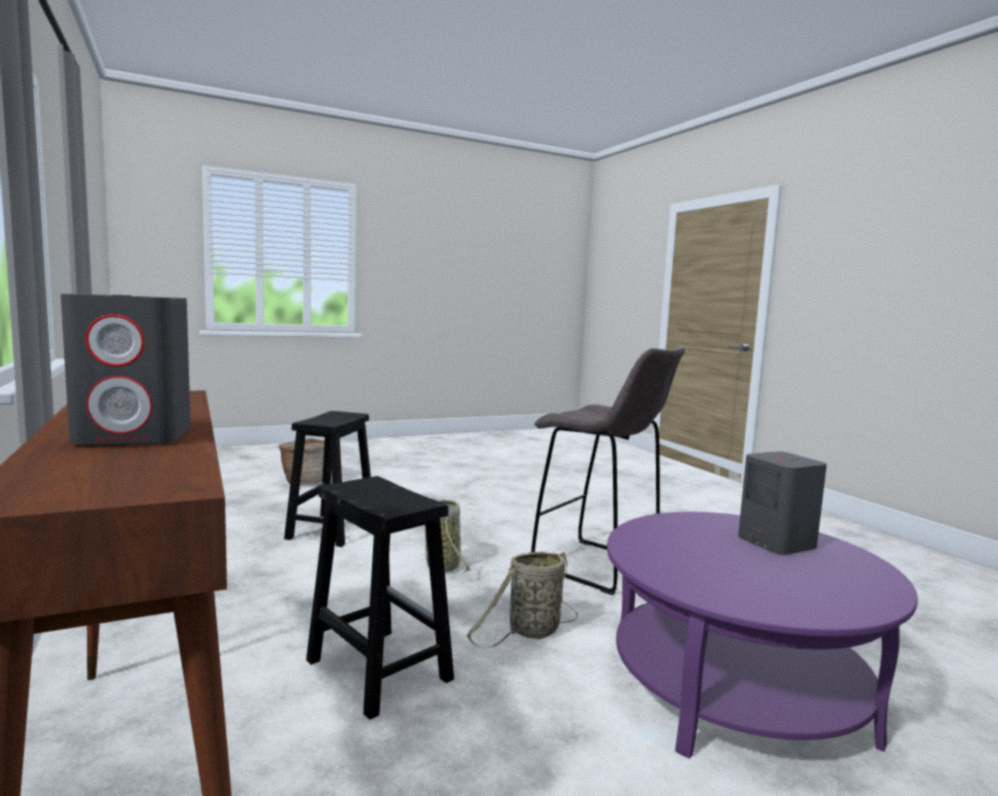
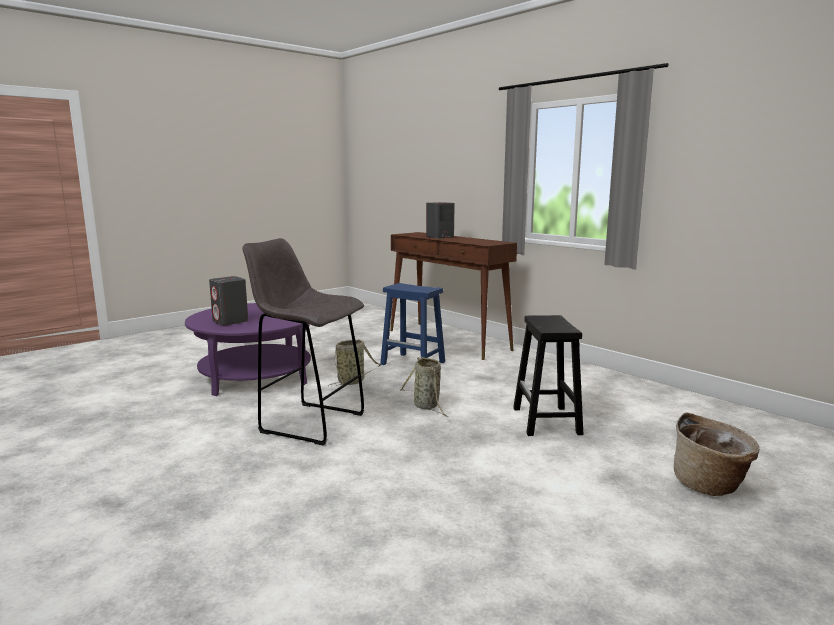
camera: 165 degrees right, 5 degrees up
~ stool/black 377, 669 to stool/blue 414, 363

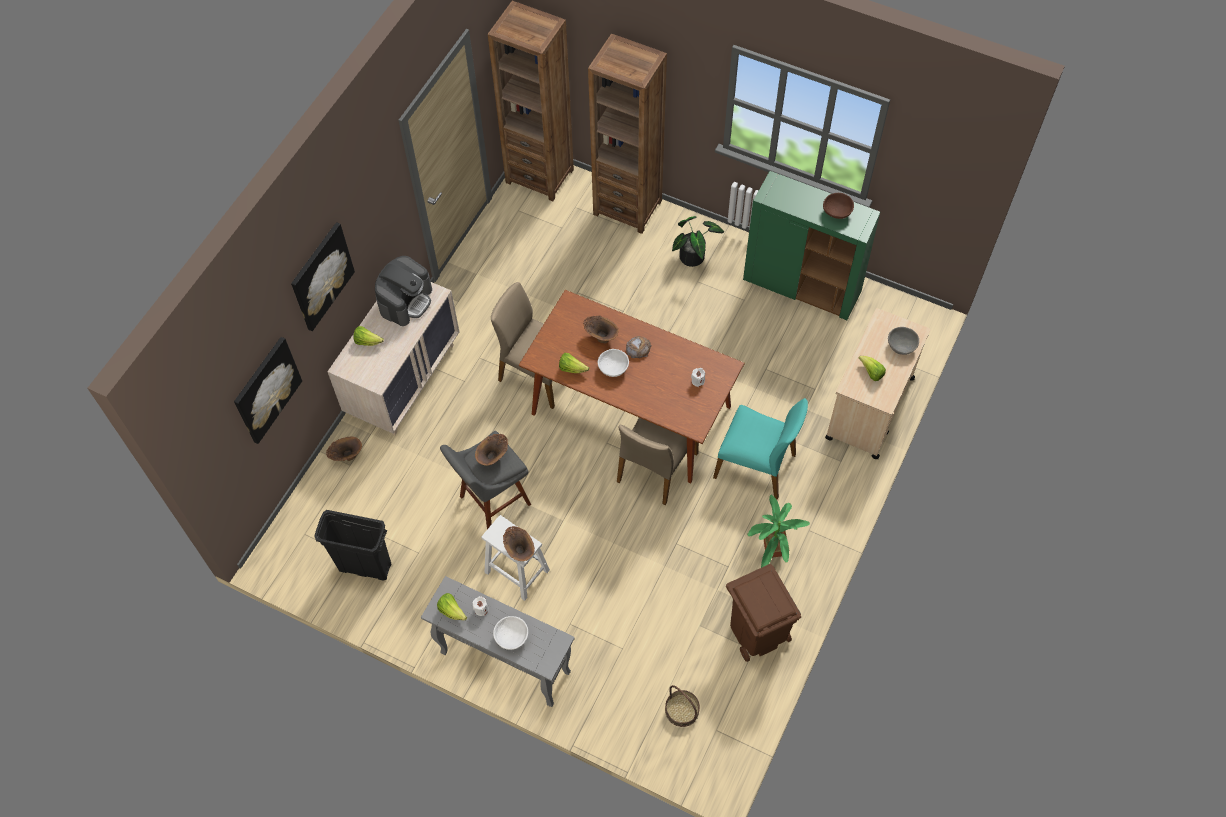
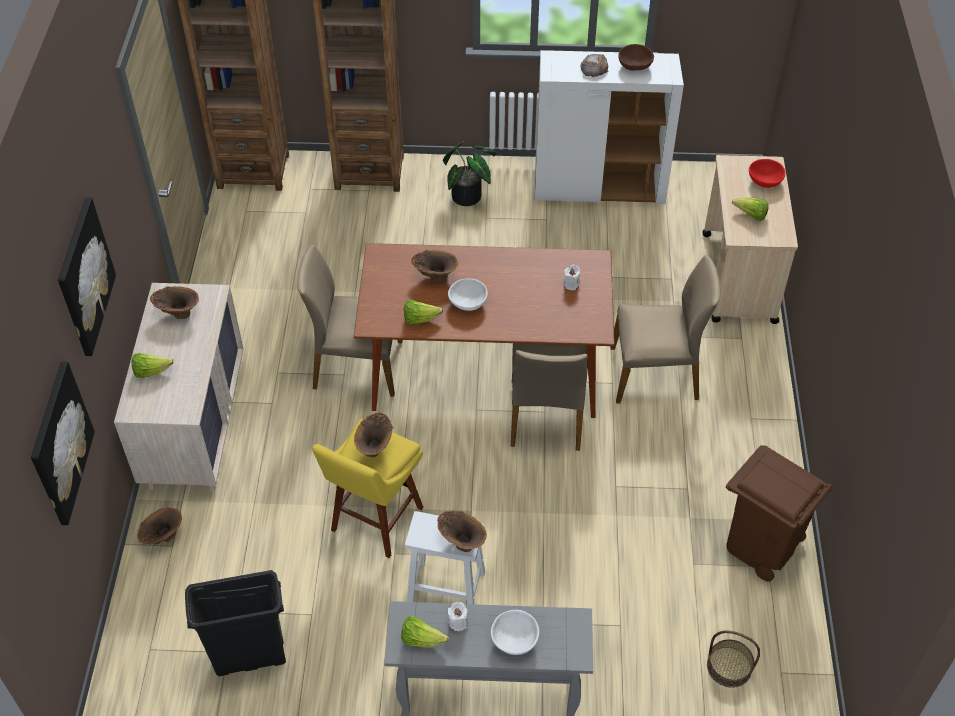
camera: 25 degrees left, 10 degrees down
~ coffee machine 406, 300 to vase/brown 178, 313
~ stool/grey 492, 502 to stool/yellow 374, 522
~ bread 638, 348 to 594, 68
~ chair/turquoise 756, 465 to chair/beige 655, 374
~ cabinet/green 802, 286 to cabinet/white 599, 188
- potted plant 771, 555
~ bowl/grey 901, 346 to bowl/red 765, 181

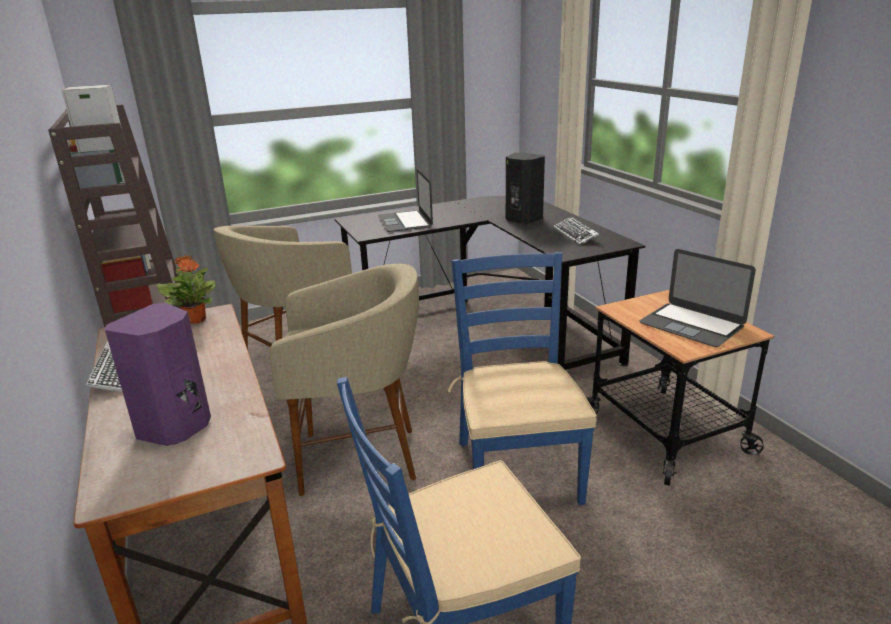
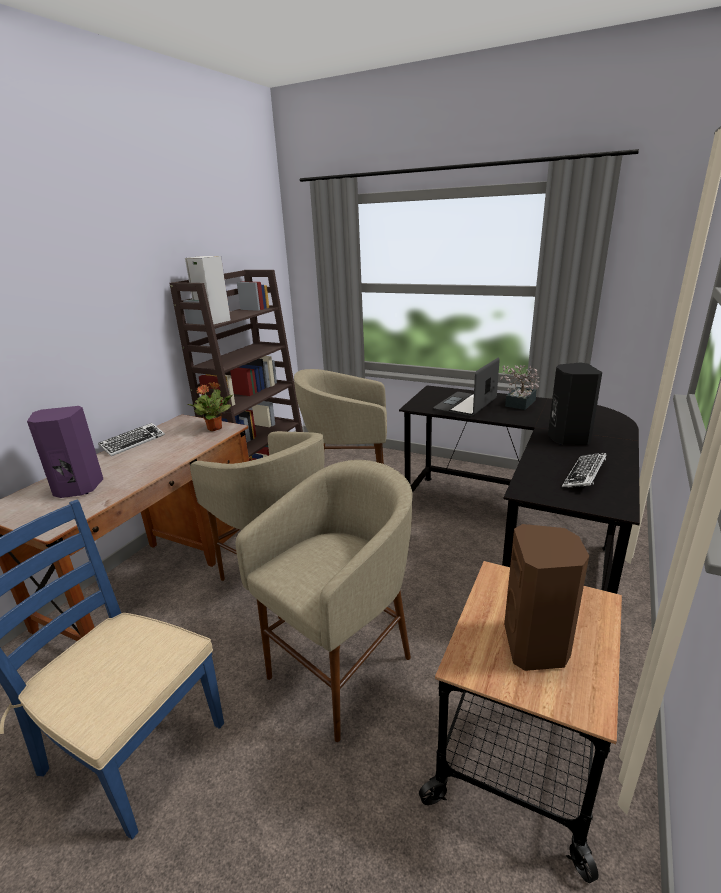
camera: 50 degrees right, 0 degrees up
~ chair/blue 517, 470 to stool/beige 343, 669
~ laptop 691, 324 to speaker/brown 537, 646
+ potted plant 518, 404

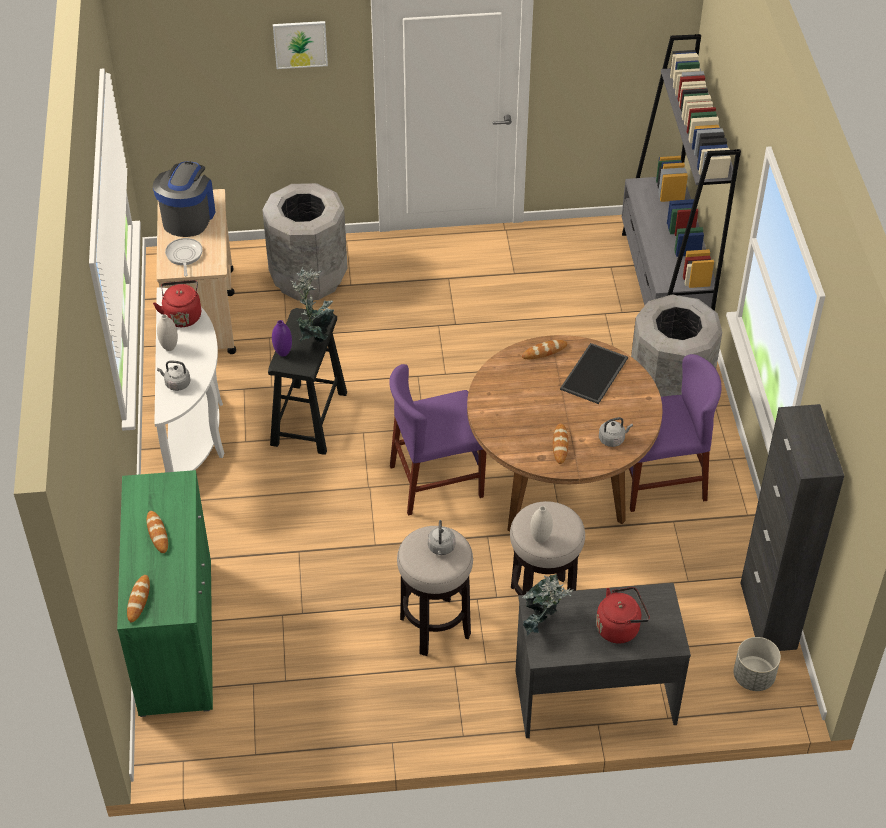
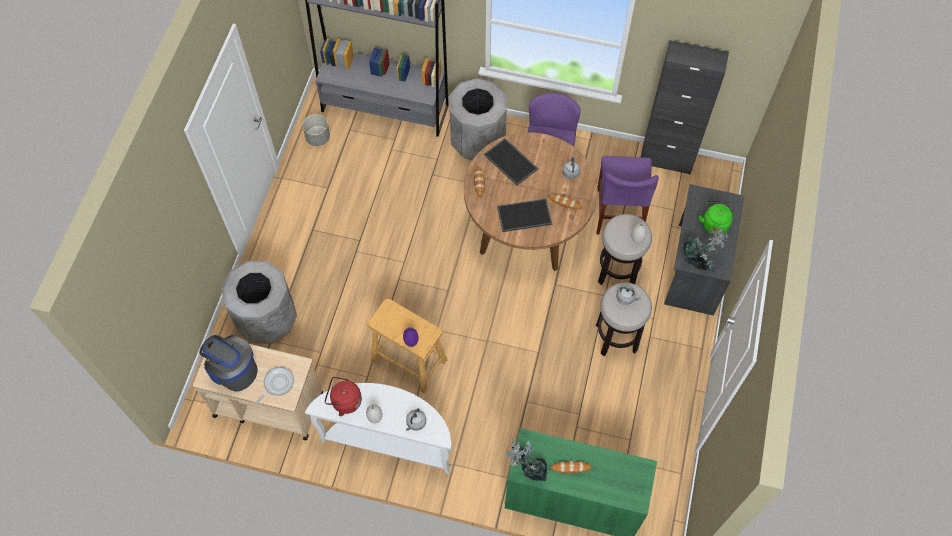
camera: 70 degrees left, 15 degrees up
- bread 138, 600
~ frying pan 184, 256 = 277, 384 120 degrees clockwise
~ stool/black 309, 418 to stool/beige 409, 360
- picture 300, 44
~ potted plant 315, 336 to 525, 468
~ chair/purple 436, 481 to 619, 212
~ kettle/red 620, 627 to kettle/green 714, 223
~ planter/grey 753, 676 to 318, 137
+ tray 524, 216

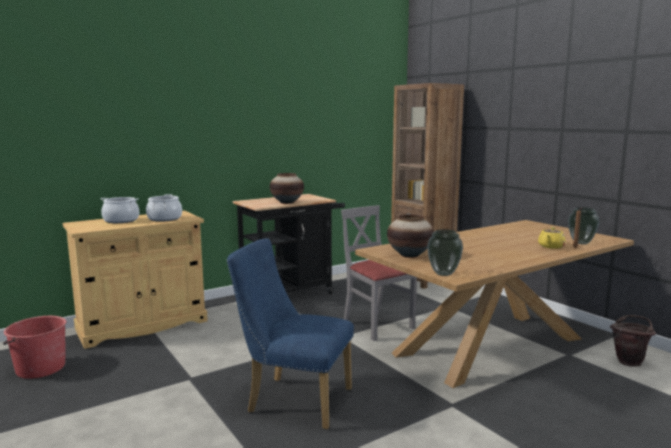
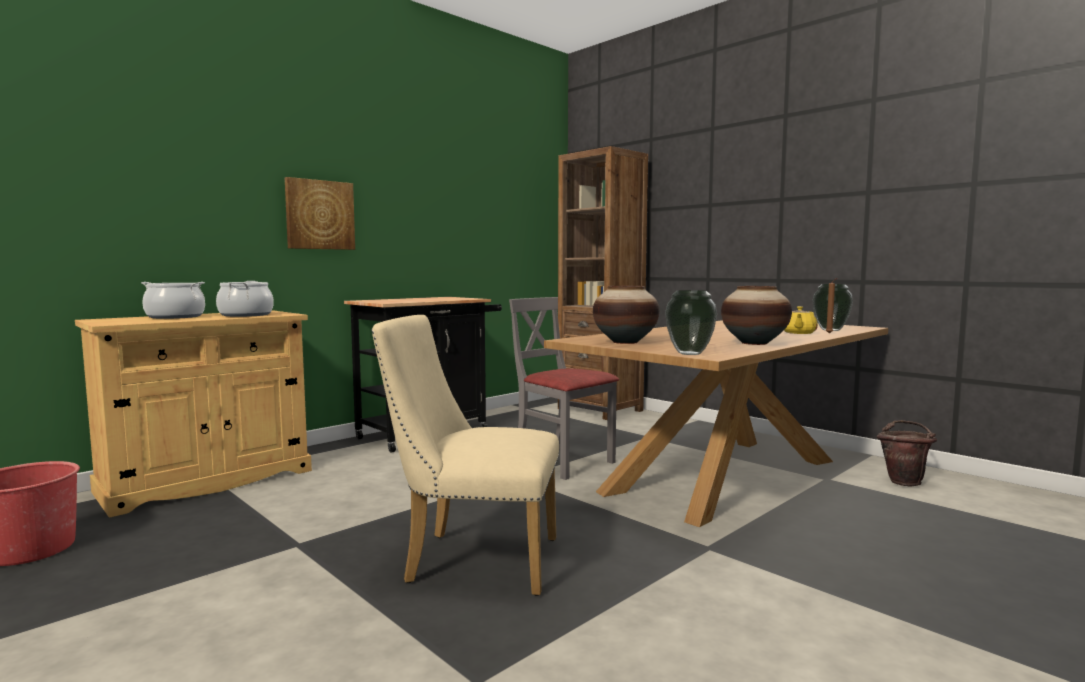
camera: 10 degrees left, 5 degrees down
~ chair/blue 293, 399 to chair/beige 471, 560
~ vase 287, 202 to 754, 343
+ picture 319, 215

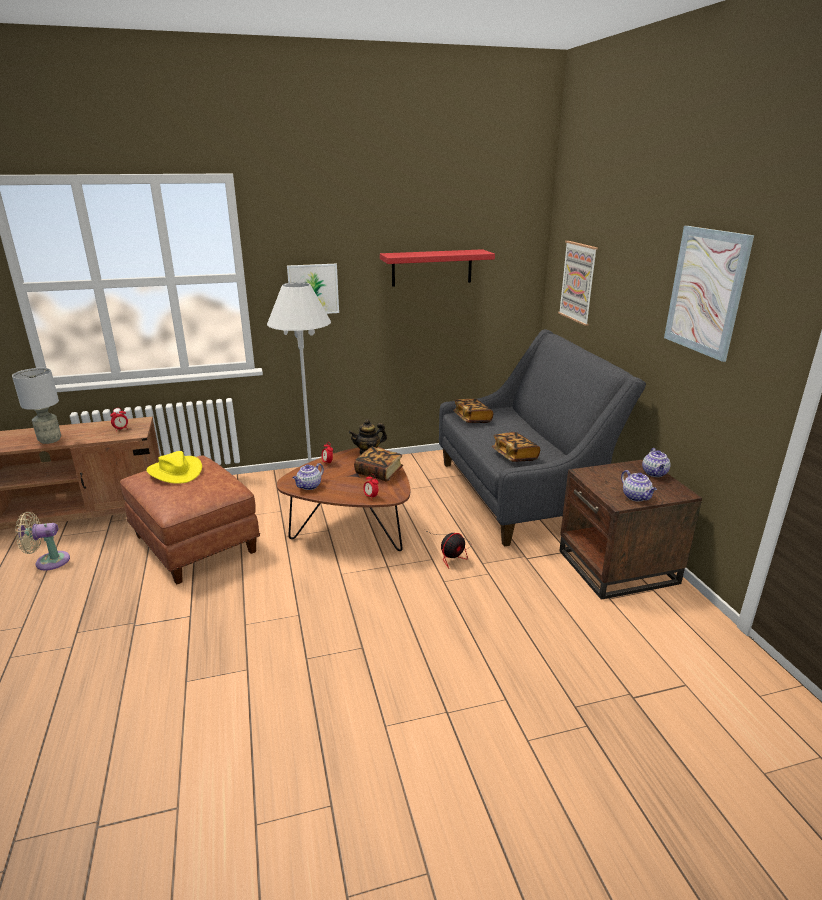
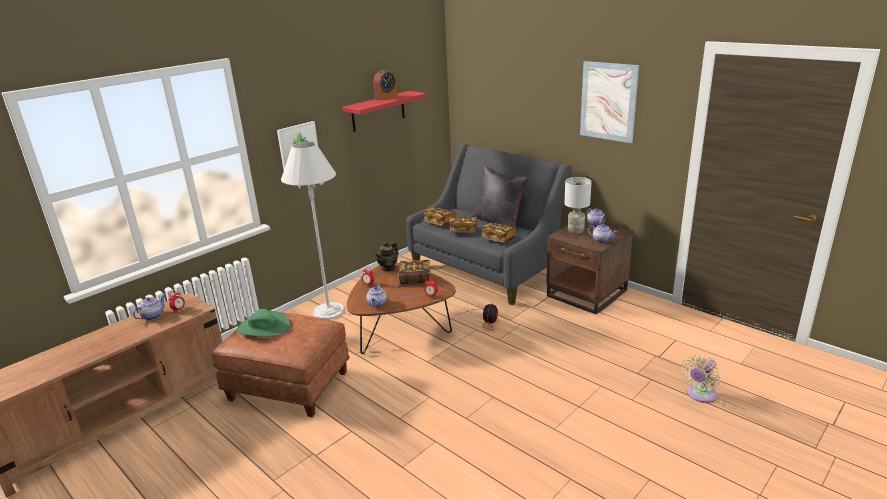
camera: 30 degrees left, 0 degrees up
~ table lamp/grey 50, 440 to 576, 231
~ fan/beige 49, 561 to 700, 395
~ hat/yellow 175, 471 to hat/green 263, 327
- picture 578, 282
+ teapot 153, 316
+ alarm clock 386, 97
+ book 463, 231
+ pillow/black 499, 222

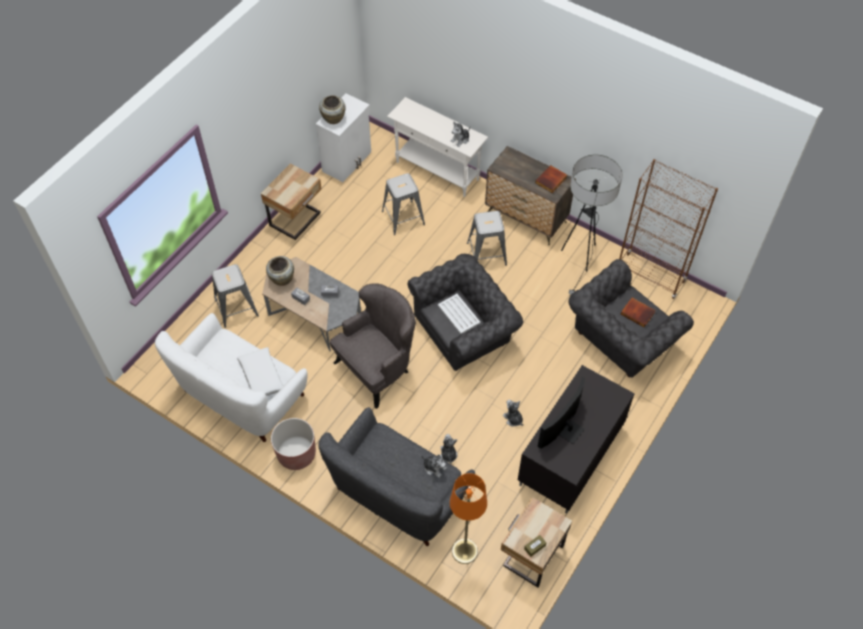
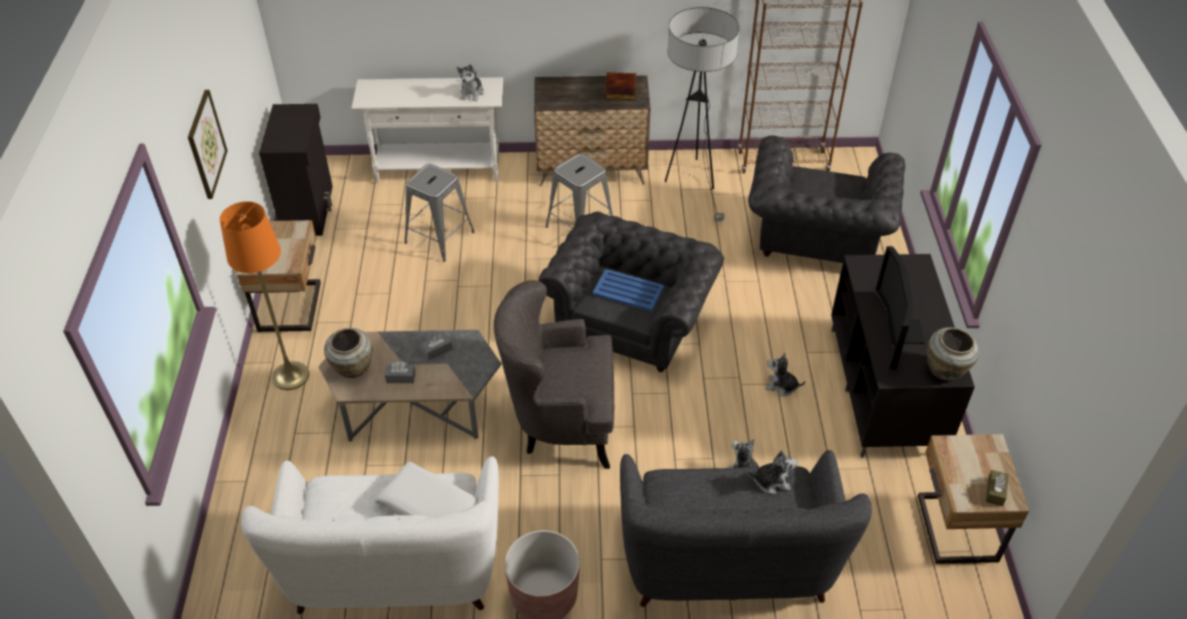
camera: 35 degrees left, 10 degrees down
- stool/grey 237, 308
~ cabinet/white 347, 161 to cabinet/black 309, 210
~ vase/beige 333, 119 to 945, 371
~ armchair/grey 378, 368 = 561, 423 105 degrees counterclockwise
~ tray/white 458, 313 to tray/blue 627, 290
~ floor lamp/orange 464, 551 to 290, 376
- book 638, 313
+ picture 206, 144

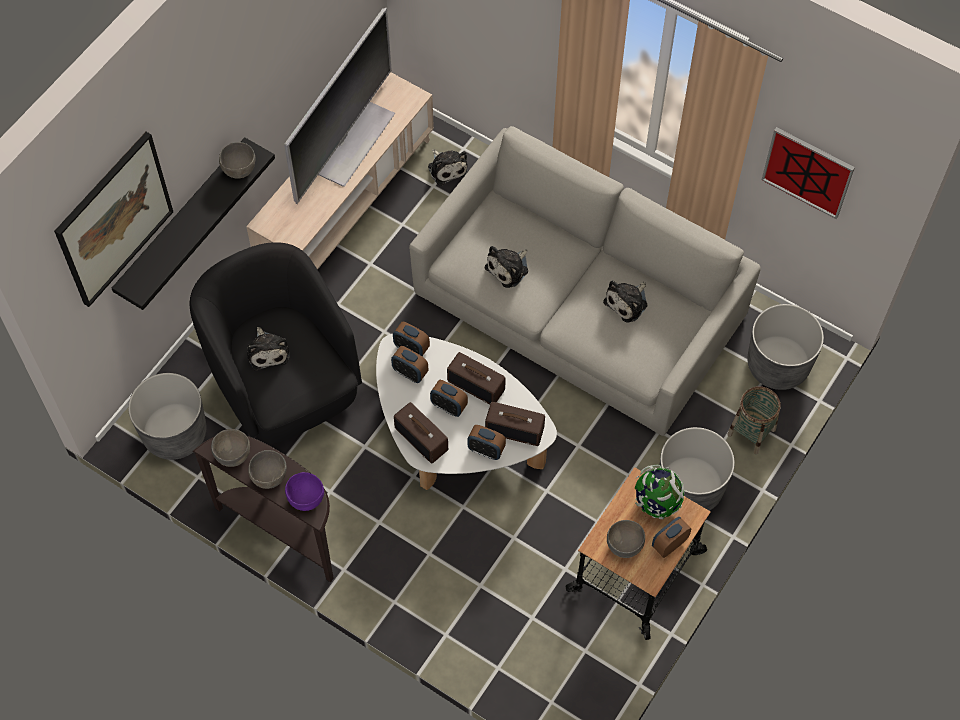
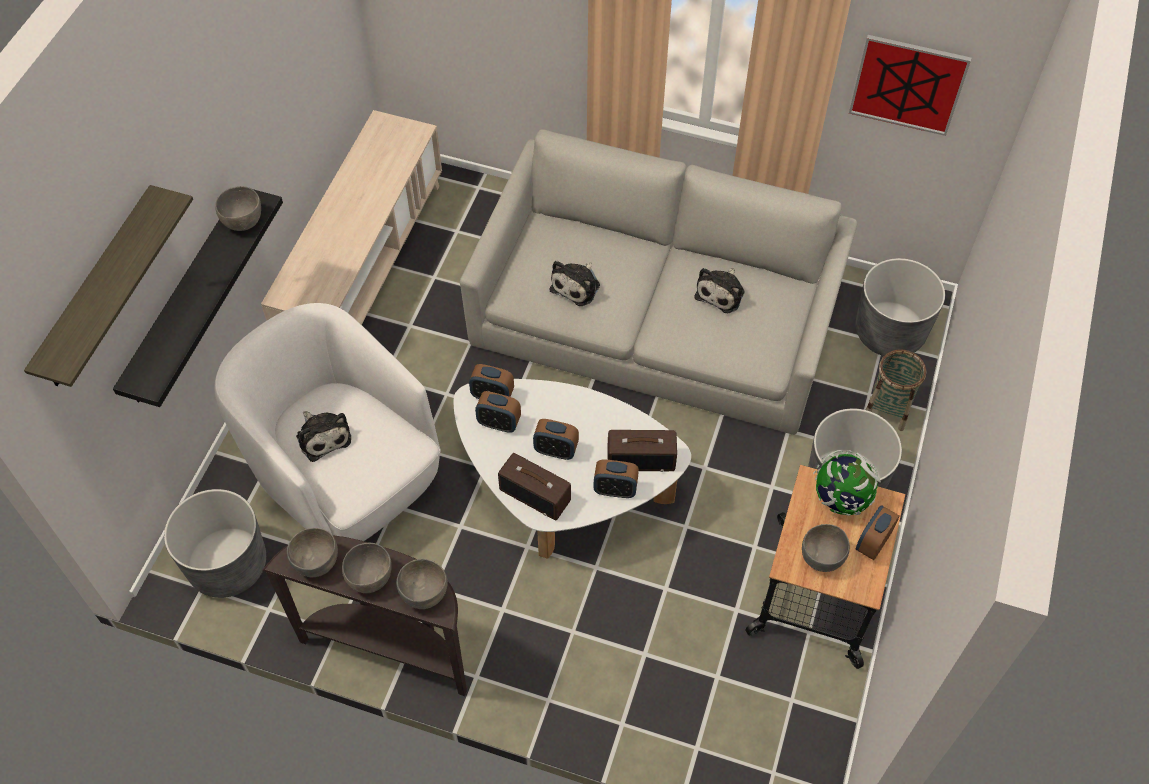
camera: 15 degrees left, 5 degrees down
~ picture 114, 219 to shelf 98, 290
~ armchair/black 285, 381 to armchair/white 346, 474
- television 354, 143
~ bowl/purple 306, 499 to bowl/grey 425, 594
- plush toy 447, 168
- radio 477, 385

